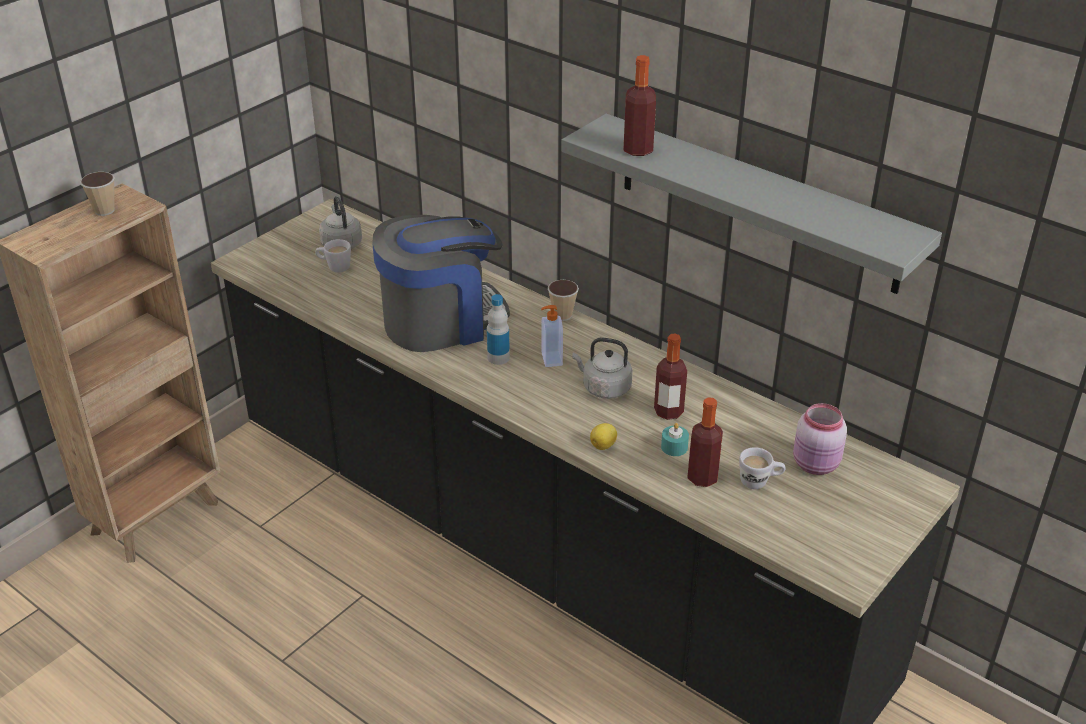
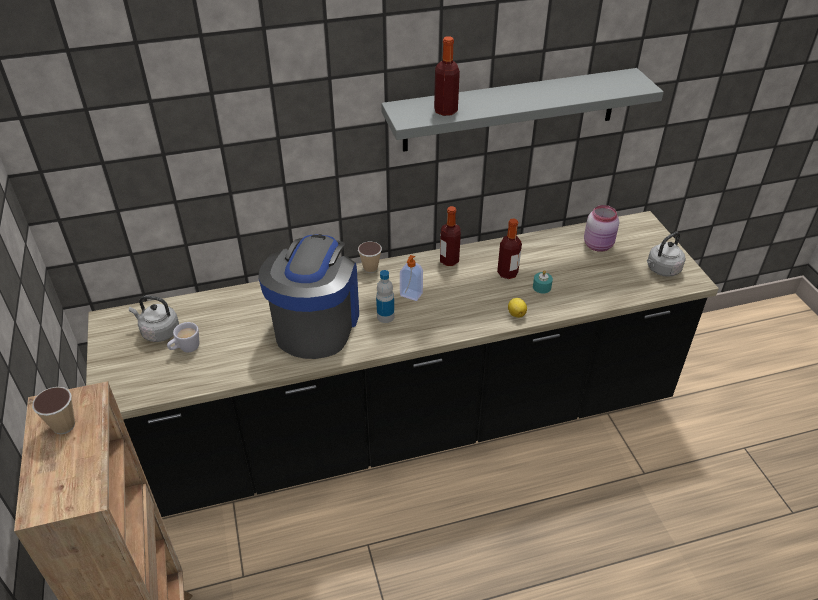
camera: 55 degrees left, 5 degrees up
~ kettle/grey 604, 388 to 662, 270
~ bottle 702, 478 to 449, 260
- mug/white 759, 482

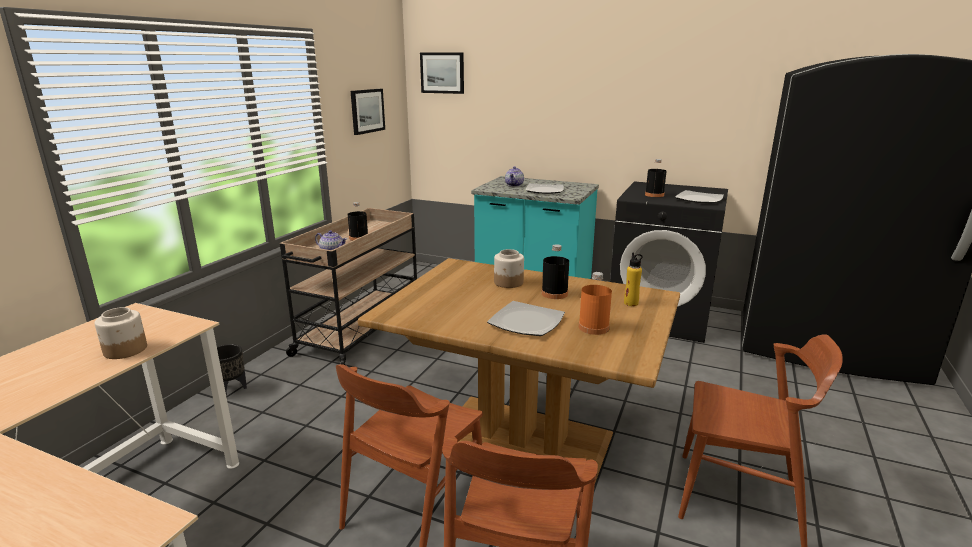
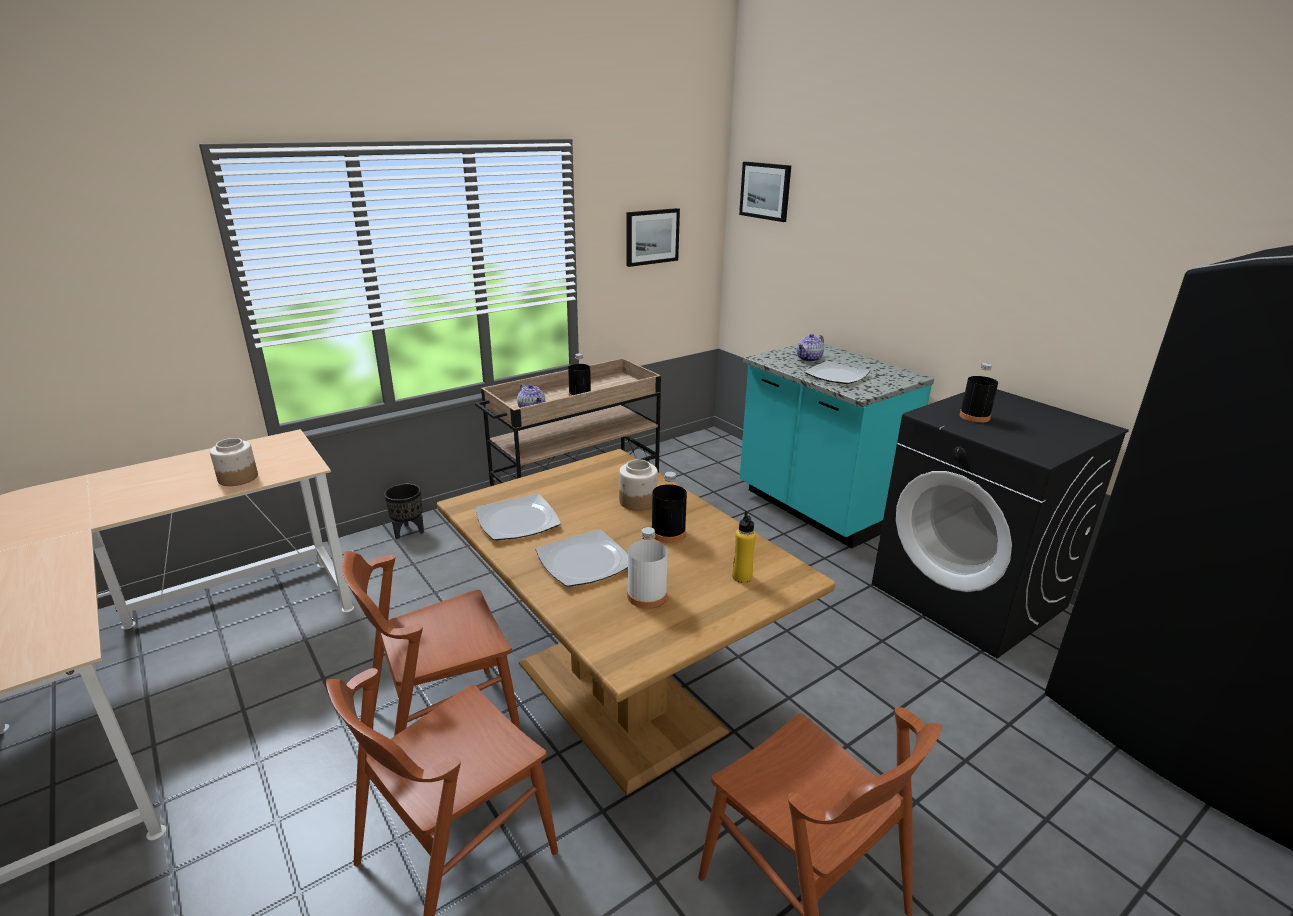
camera: 30 degrees right, 5 degrees up
~ bottle/orange 593, 327 to bottle/white 647, 596
~ plate 699, 199 to 518, 521

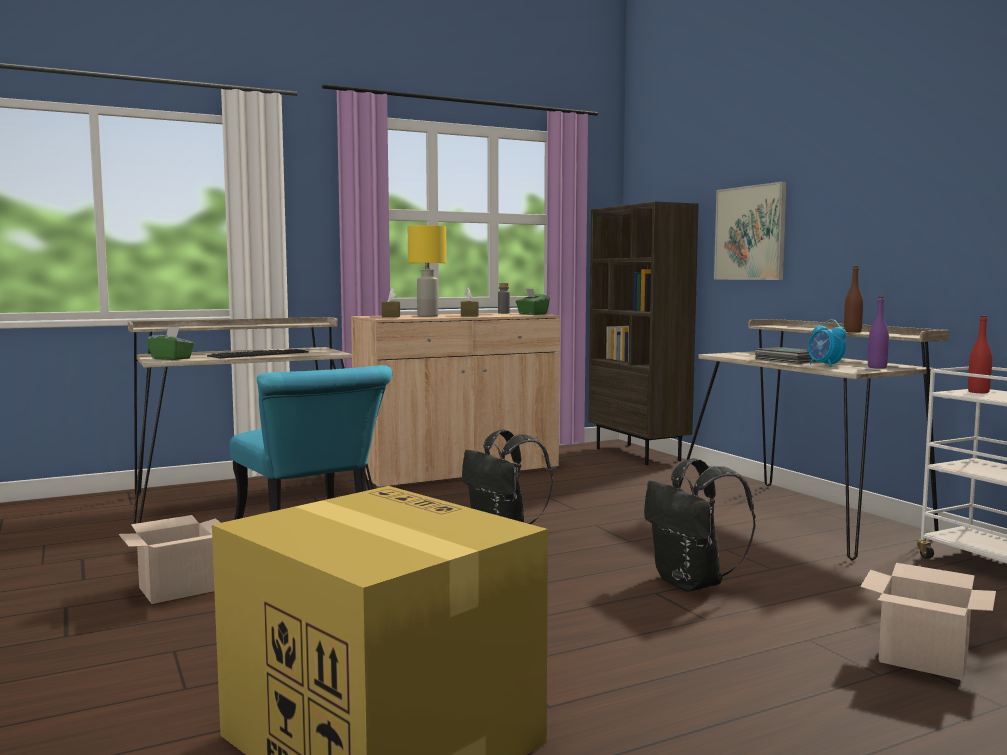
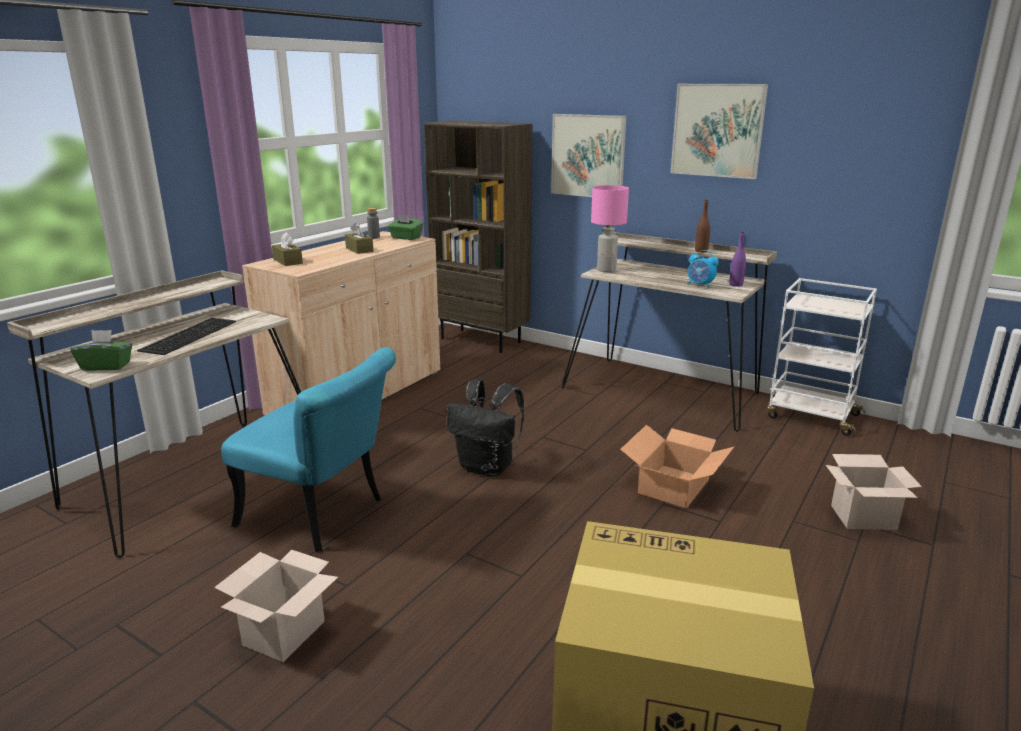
camera: 30 degrees left, 15 degrees up
- table lamp/yellow 427, 316
~ backpack/black 692, 583 to cardboard box 675, 486
- book 786, 360
- bottle/red 978, 392
+ table lamp/pink 607, 270
+ picture 717, 130

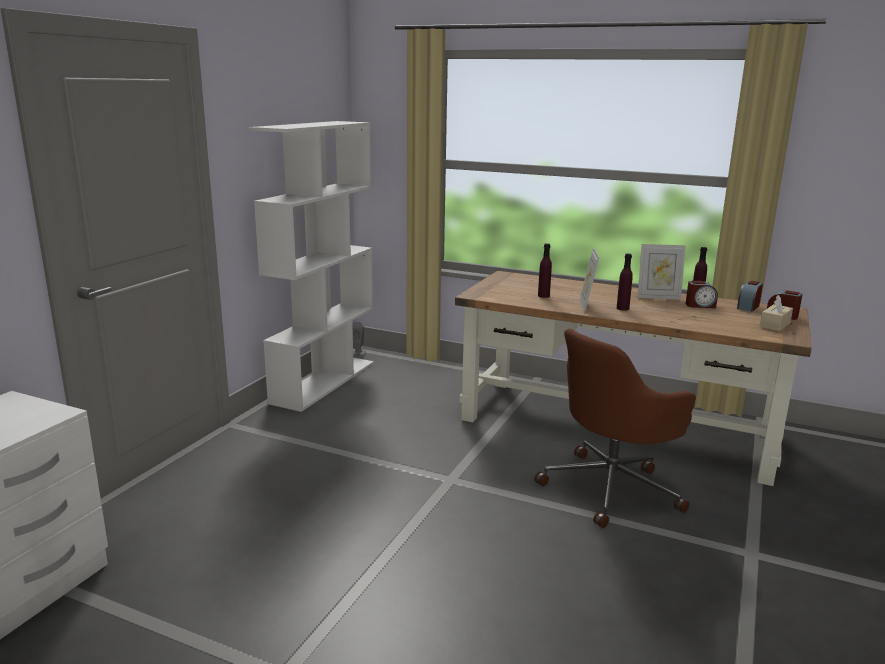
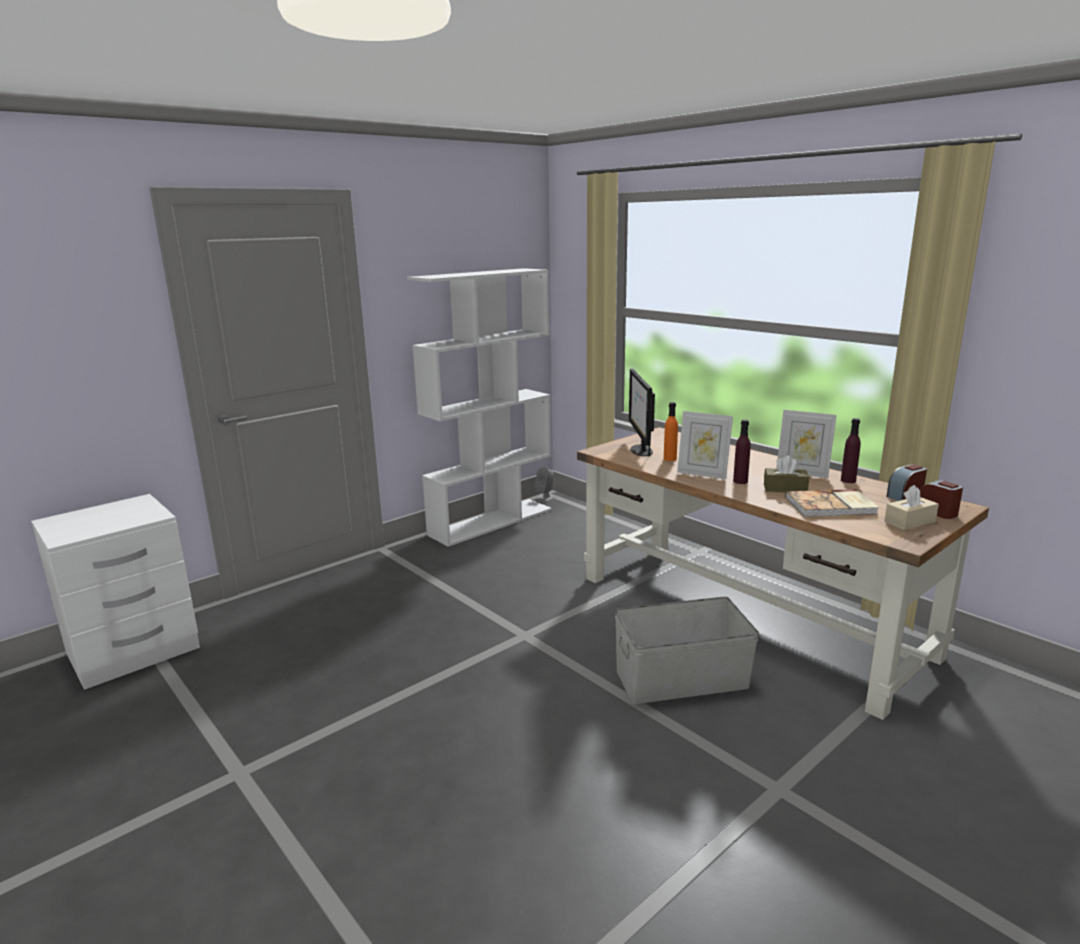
camera: 25 degrees right, 0 degrees up
~ office chair/brown 612, 488 to storage box/grey 680, 679
~ bottle/purple 543, 296 to bottle/orange 670, 459
~ picture frame 586, 306 = 702, 474 90 degrees counterclockwise
- alarm clock 700, 305
+ monitor 640, 450
+ tissue box/brown 785, 488
+ book 831, 506

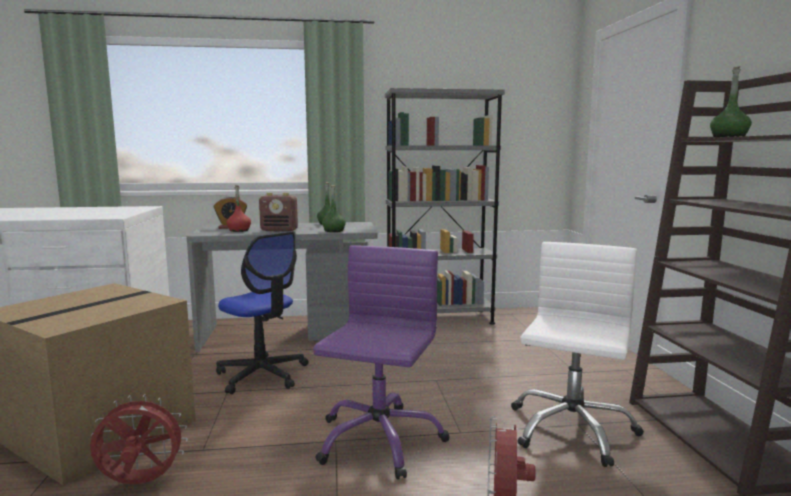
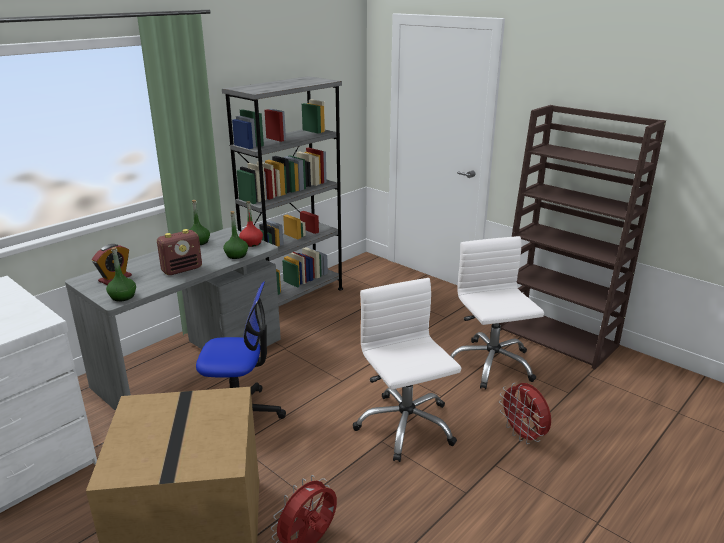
camera: 40 degrees left, 15 degrees up
~ bottle/red 239, 230 to 251, 243
~ office chair/purple 378, 439 to office chair/white 405, 426
~ bottle/green 728, 137 to 122, 297

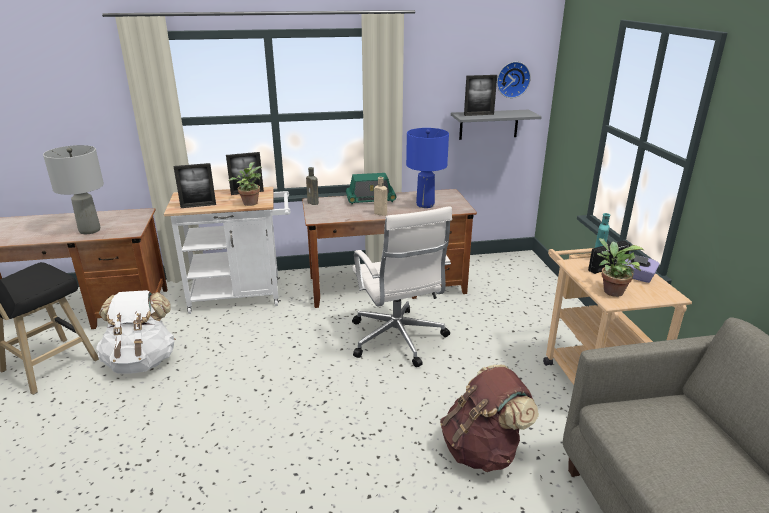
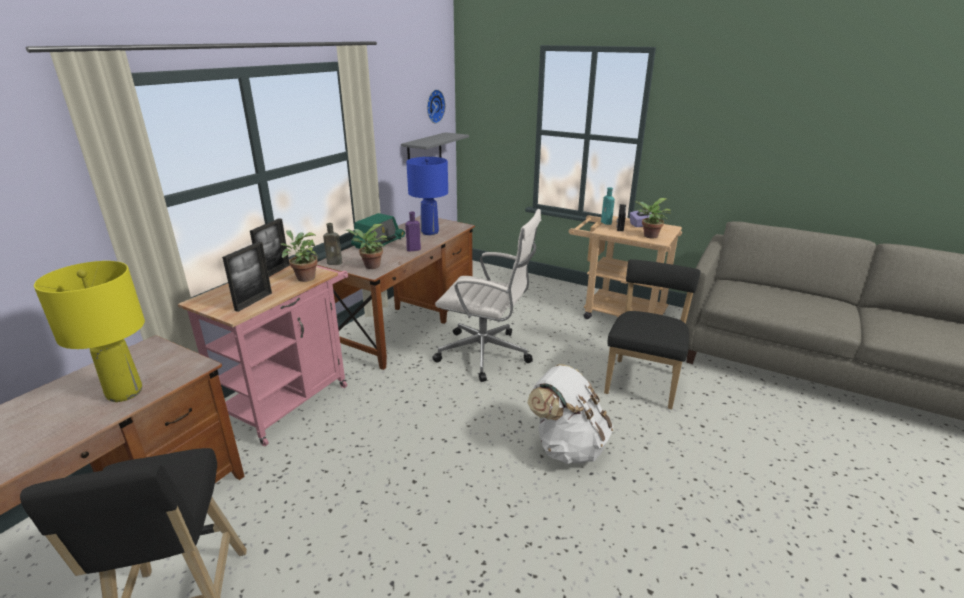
camera: 50 degrees left, 0 degrees up
~ table lamp/grey 89, 230 to table lamp/yellow 124, 393
~ backpack/white 141, 361 to 567, 446
~ cart/white 242, 295 to cart/pink 292, 399
~ bottle/beige 379, 213 to bottle/purple 412, 249
~ backpack/brown 483, 450 to chair/black 643, 381
- picture frame 478, 114
+ potted plant 370, 266

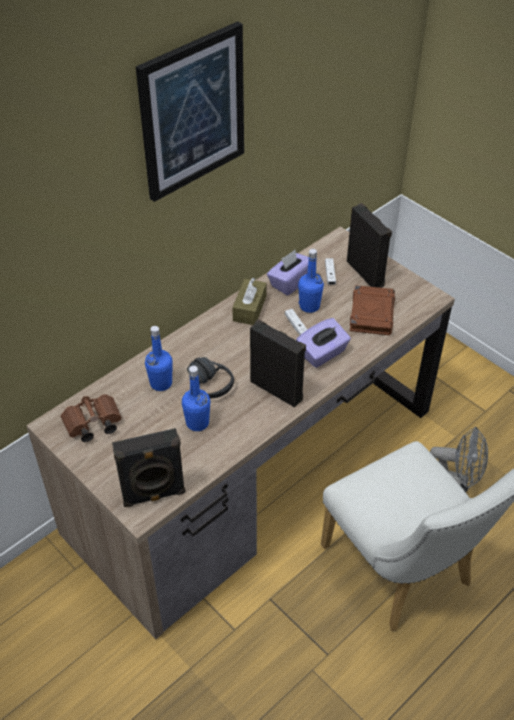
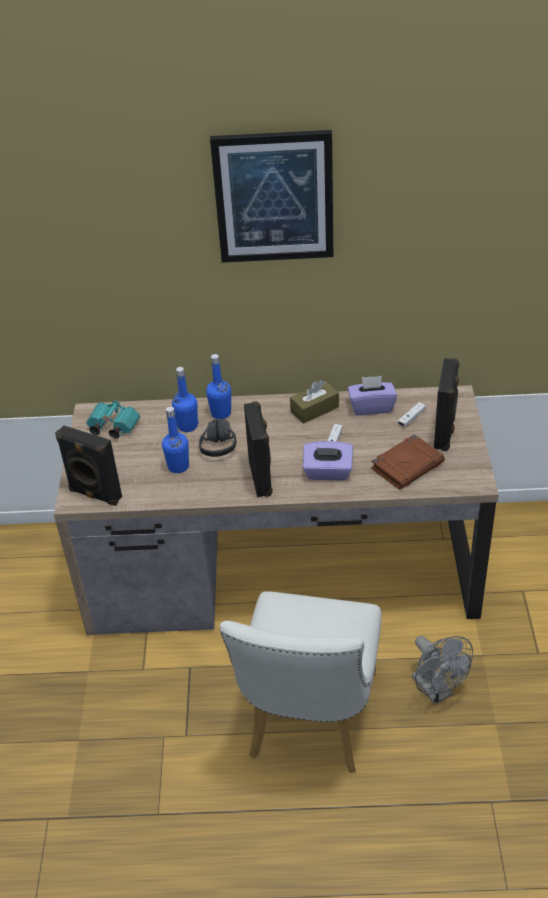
camera: 45 degrees right, 5 degrees down
~ binoculars/brown 92, 425 to binoculars/turquoise 112, 427
~ bottle/blue 309, 306 to 221, 413

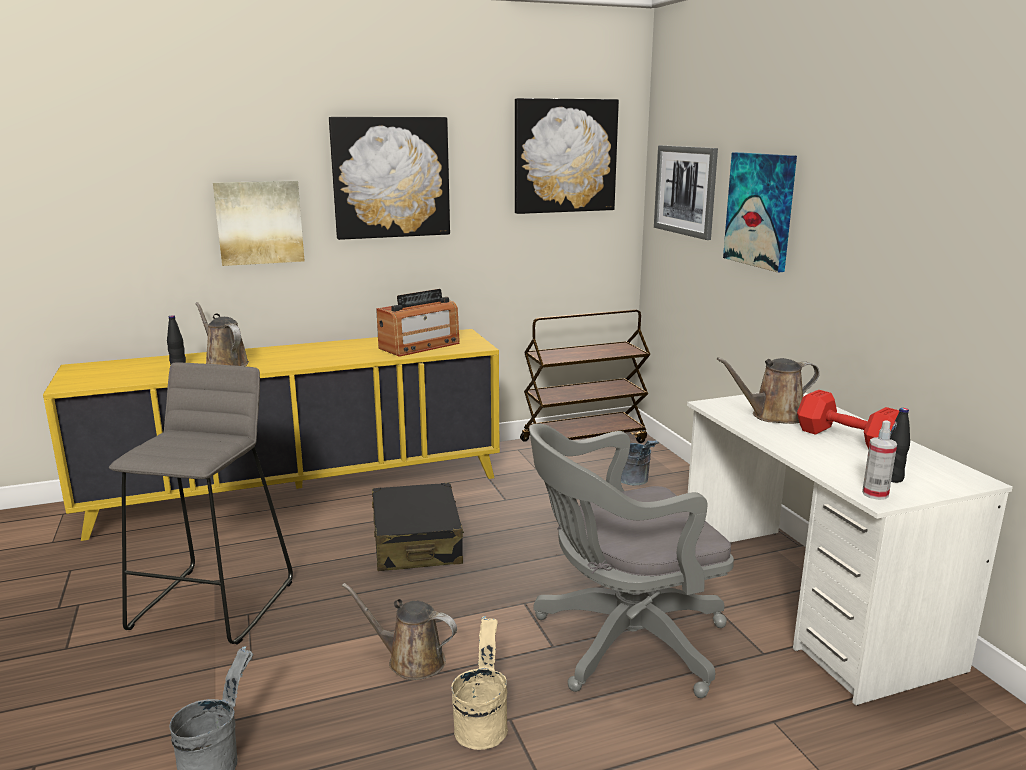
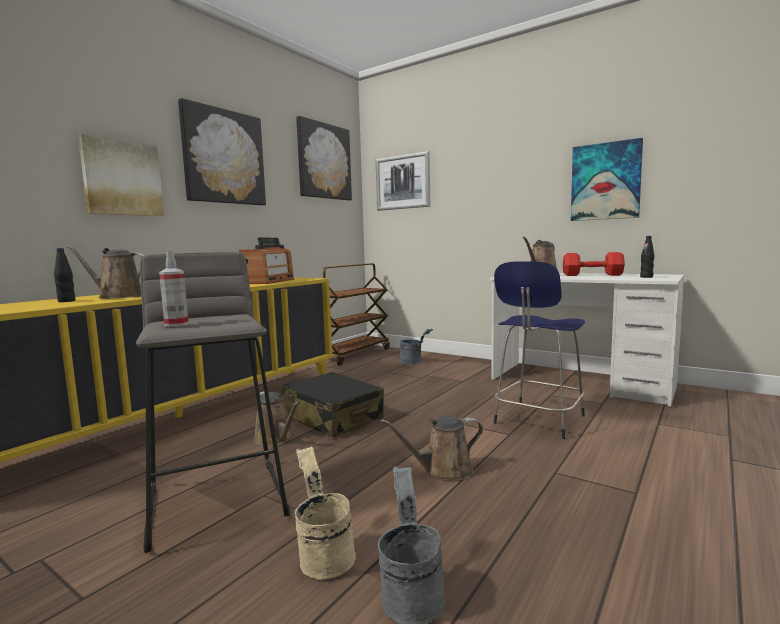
camera: 35 degrees left, 10 degrees down
~ bucket/beige 482, 724 to 323, 555
~ office chair/grey 621, 642 to stool/blue 538, 420
~ picture 760, 210 to 605, 181
~ spray bottle 875, 494 to 176, 324
+ watering can/brown 276, 438

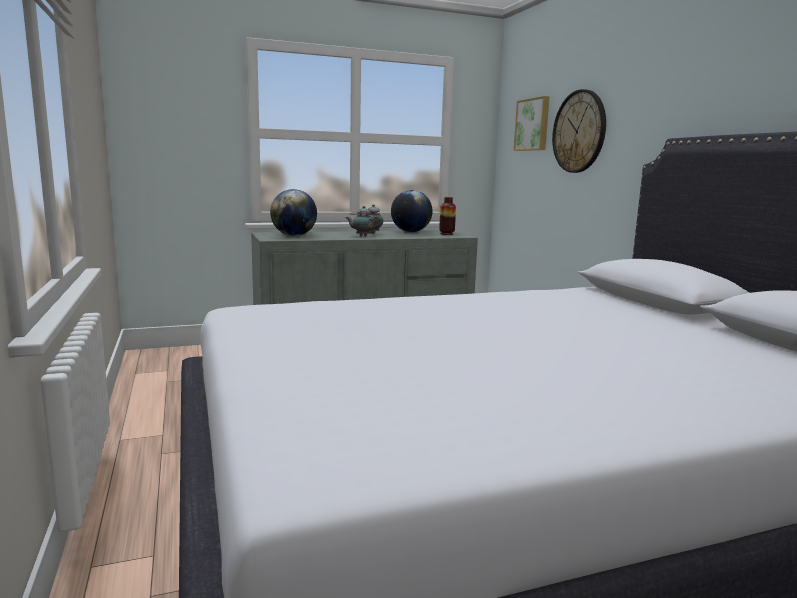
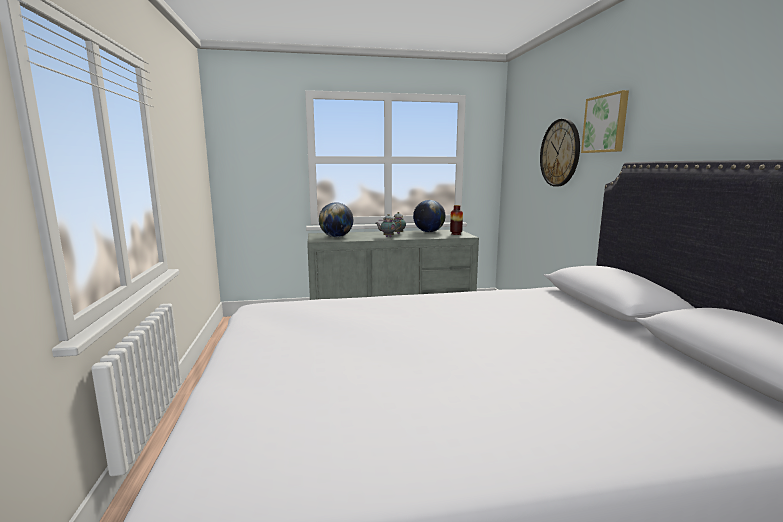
camera: 10 degrees right, 0 degrees up
~ picture 533, 124 to 606, 124

